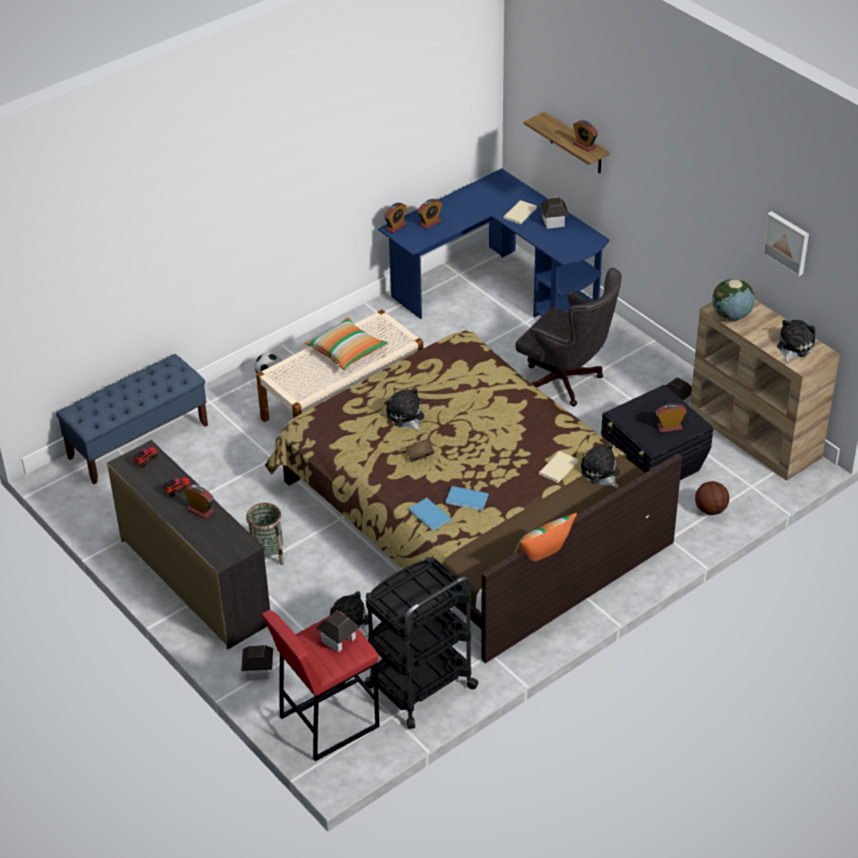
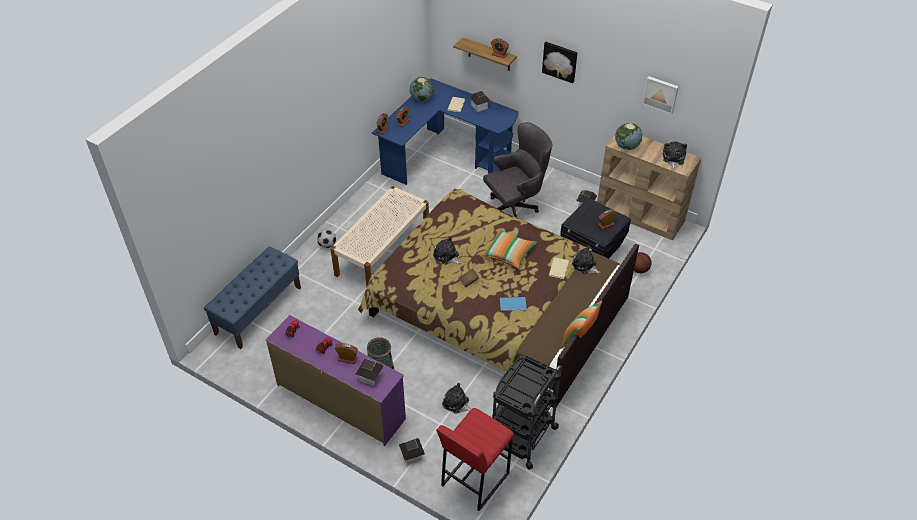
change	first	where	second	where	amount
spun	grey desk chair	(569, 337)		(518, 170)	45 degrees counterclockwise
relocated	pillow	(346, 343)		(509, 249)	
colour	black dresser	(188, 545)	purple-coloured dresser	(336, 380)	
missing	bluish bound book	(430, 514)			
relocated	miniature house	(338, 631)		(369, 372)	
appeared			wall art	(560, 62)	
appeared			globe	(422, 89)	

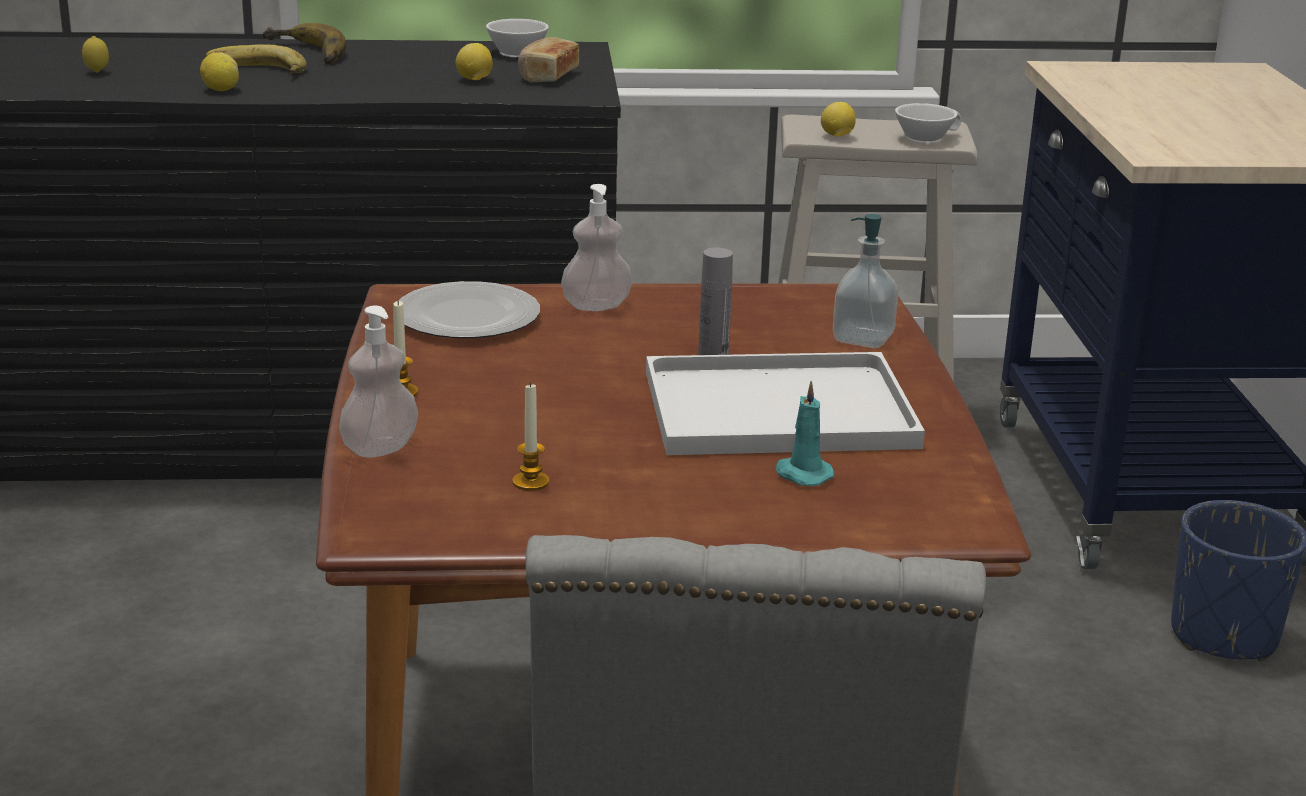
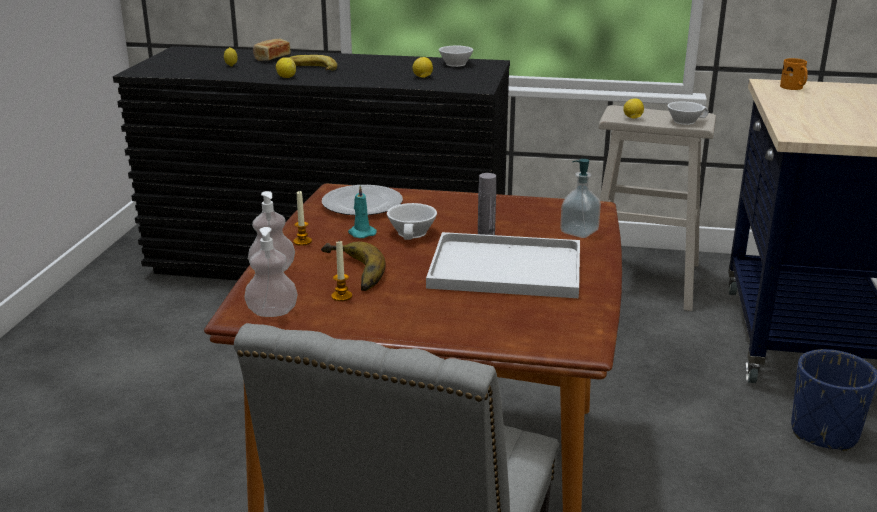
change	first	where	second	where	amount
relocated	banana fruit	(304, 43)		(353, 266)	
relocated	baked bread	(548, 60)		(272, 50)	
relocated	soap bottle	(597, 247)		(271, 272)	
relocated	turquoise wax light	(804, 433)		(362, 211)	
appeared			orange tea mug	(794, 74)	
appeared			white-coloured small cup	(412, 221)	

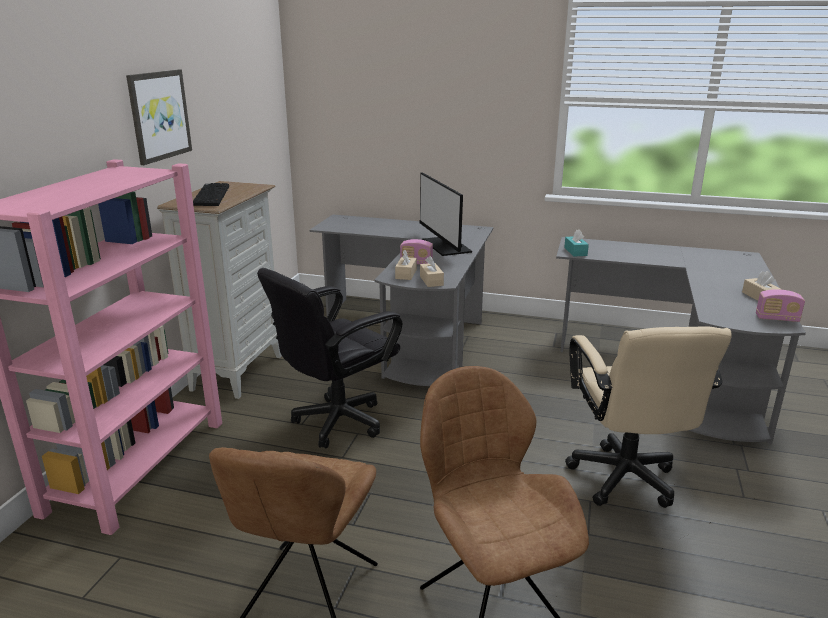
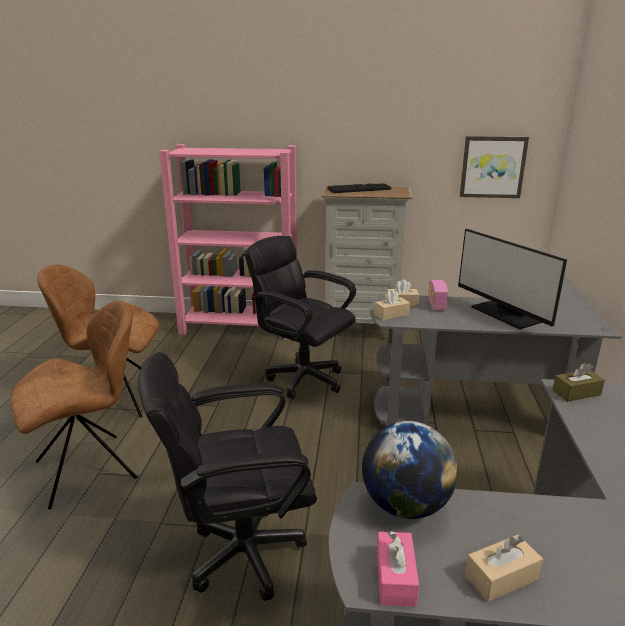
change	first	where	second	where	amount
relocated	wall art	(159, 117)		(494, 167)	
spun	monitor	(446, 214)		(512, 279)	90 degrees counterclockwise
colour	turquoise tissue box	(576, 243)	brownish tissue box	(578, 382)	
exchanged	radio receiver	(780, 305)	pink tissue box	(398, 569)	
colour	beige-coloured desk chair	(648, 417)	black desk chair	(227, 476)	
appeared			globe	(410, 470)	

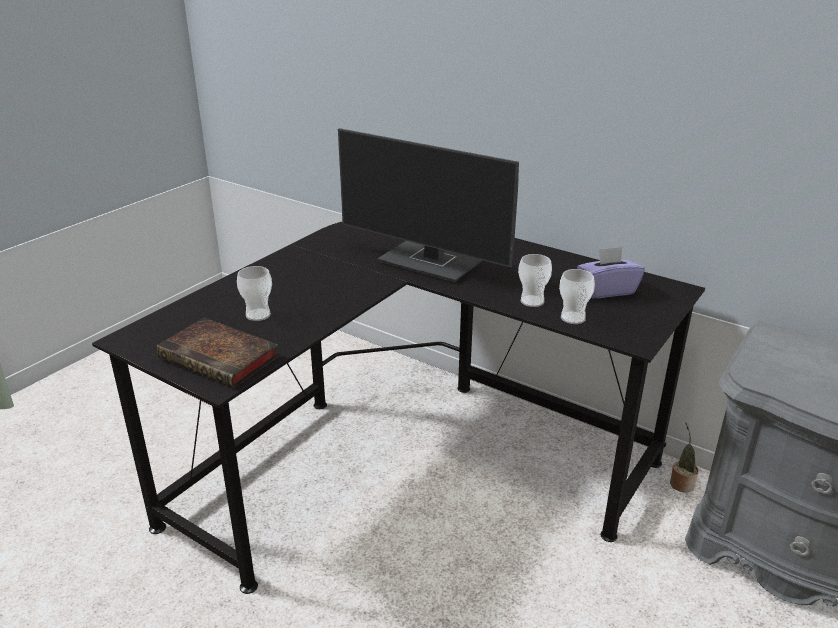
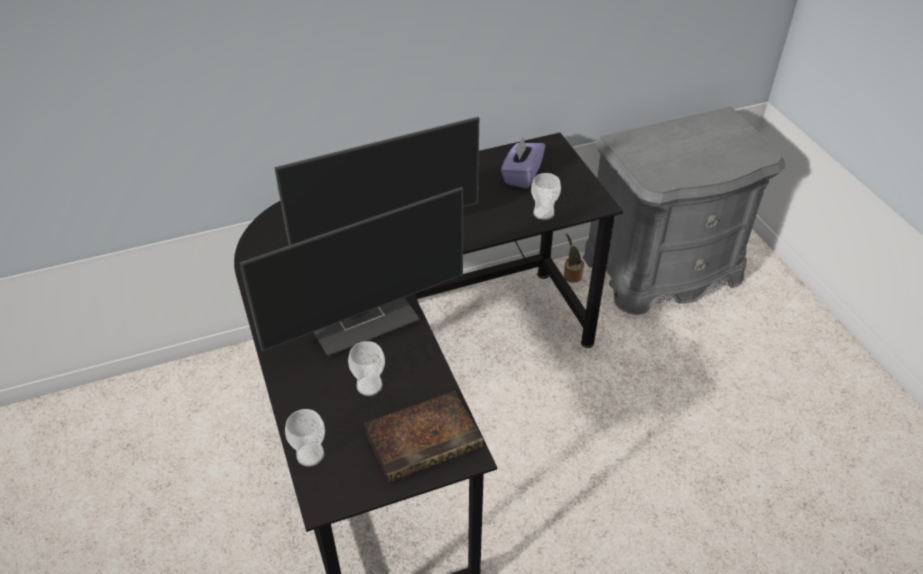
change	first	where	second	where	amount
relocated	small cup	(535, 280)		(305, 437)	
appeared			monitor	(351, 271)	

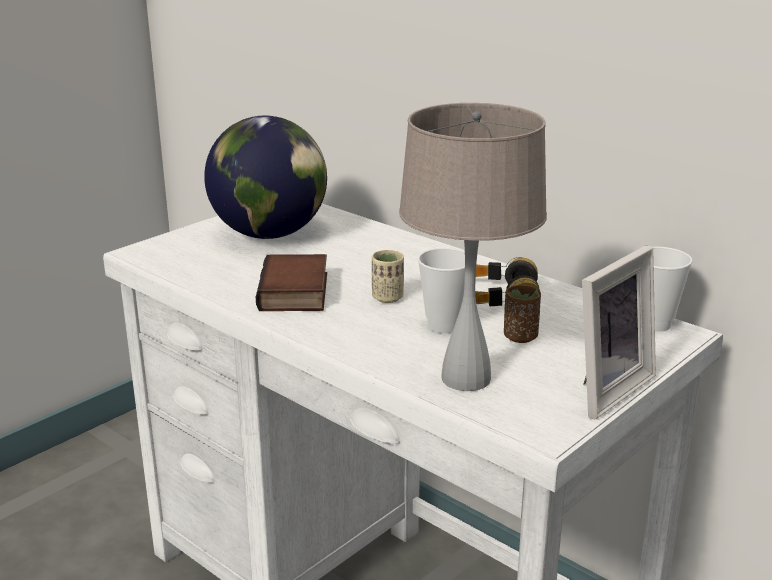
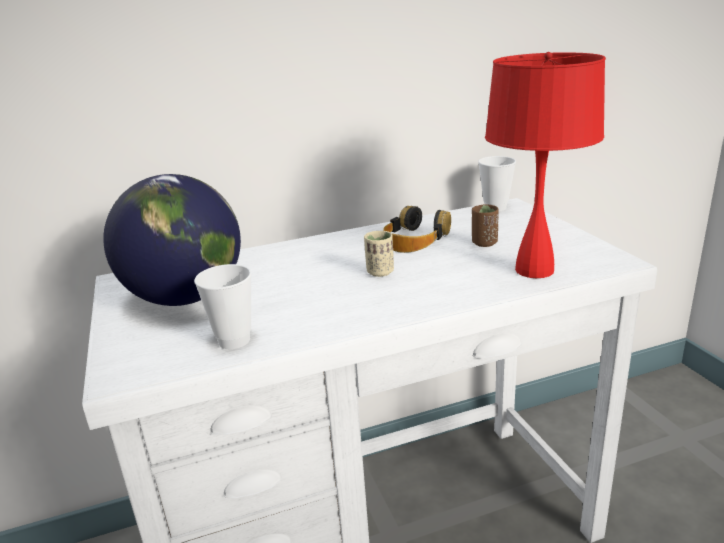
change	first	where	second	where	amount
colour	beige-coloured table lamp	(473, 247)	red-coloured table lamp	(545, 165)	
missing	picture frame	(619, 332)			
relocated	small cup	(441, 290)		(223, 306)	
missing	bound book	(291, 282)			

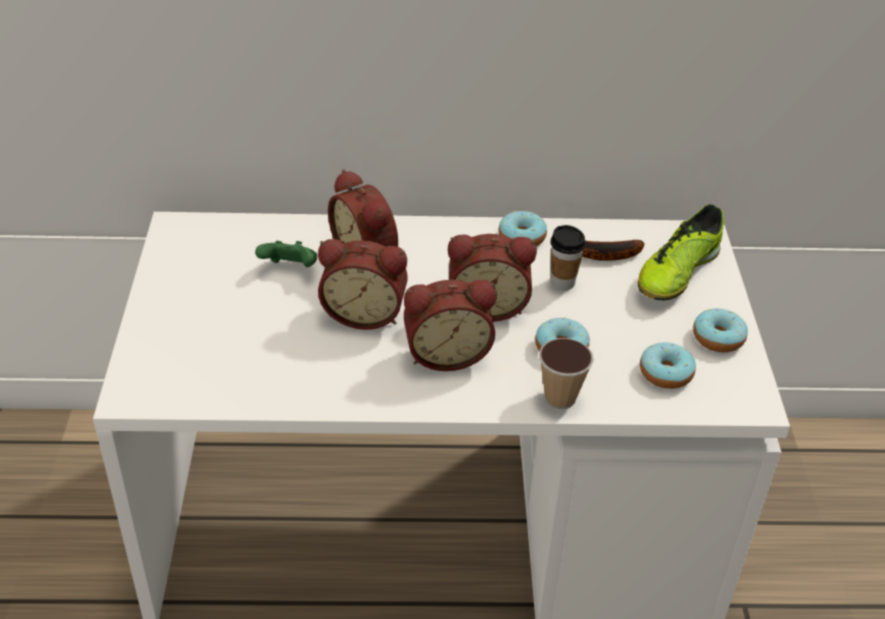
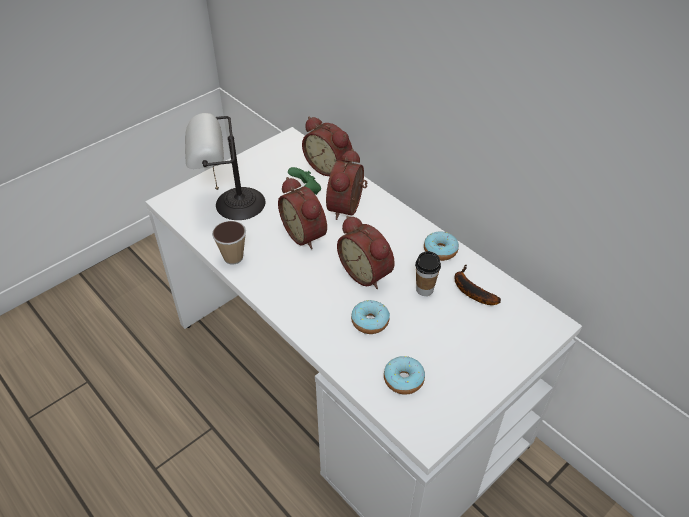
change	first	where	second	where	amount
missing	low shoe	(681, 252)			
relocated	alarm clock	(450, 325)		(327, 146)	
missing	donut	(720, 330)			
relocated	small cup	(566, 373)		(229, 243)	
appeared			table lamp	(225, 166)	

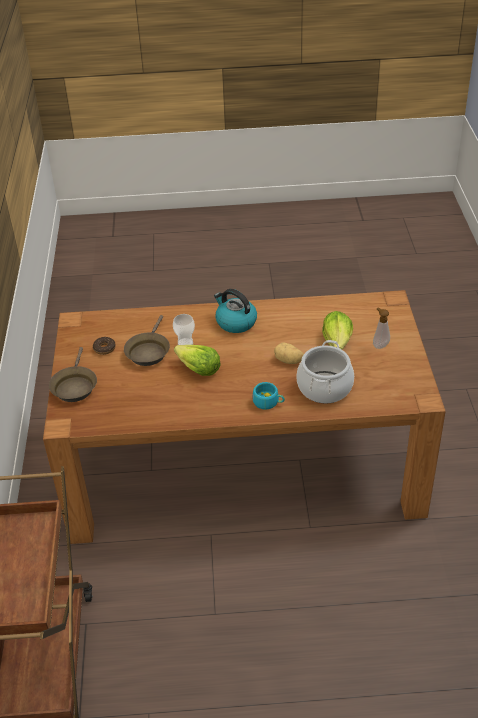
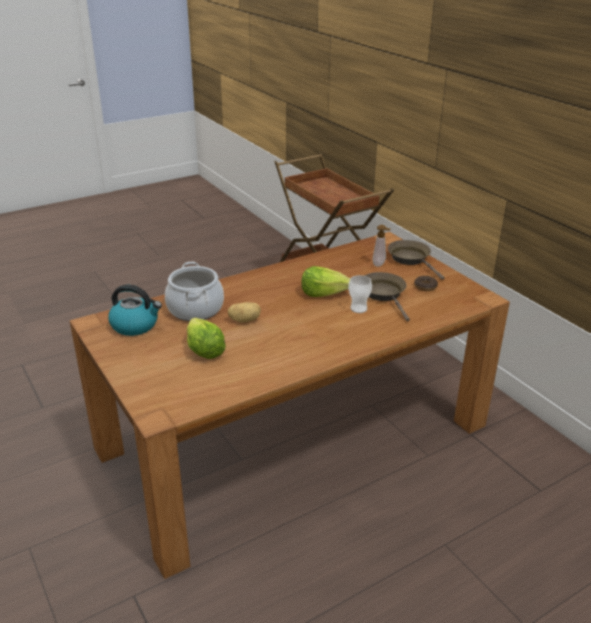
change	first	where	second	where	amount
relocated	tea kettle	(235, 311)		(135, 310)	
relocated	soap bottle	(381, 328)		(381, 246)	
missing	turquoise small cup	(268, 396)			

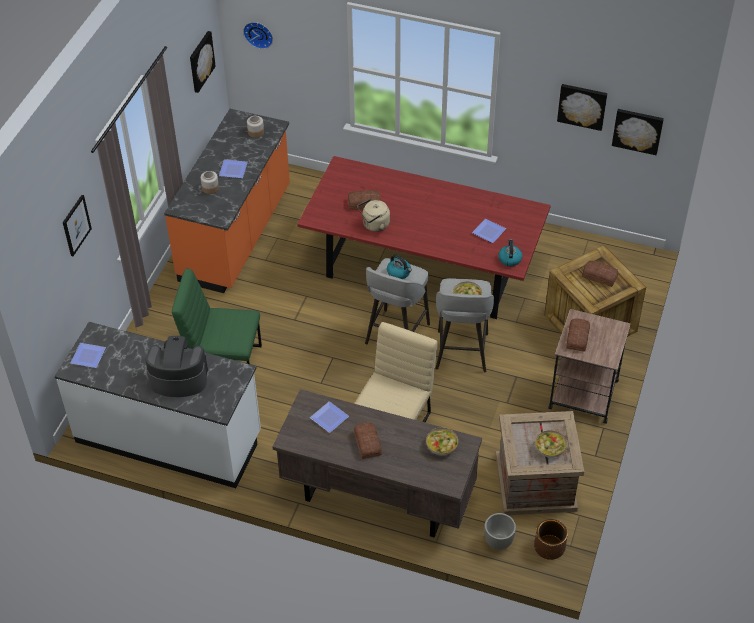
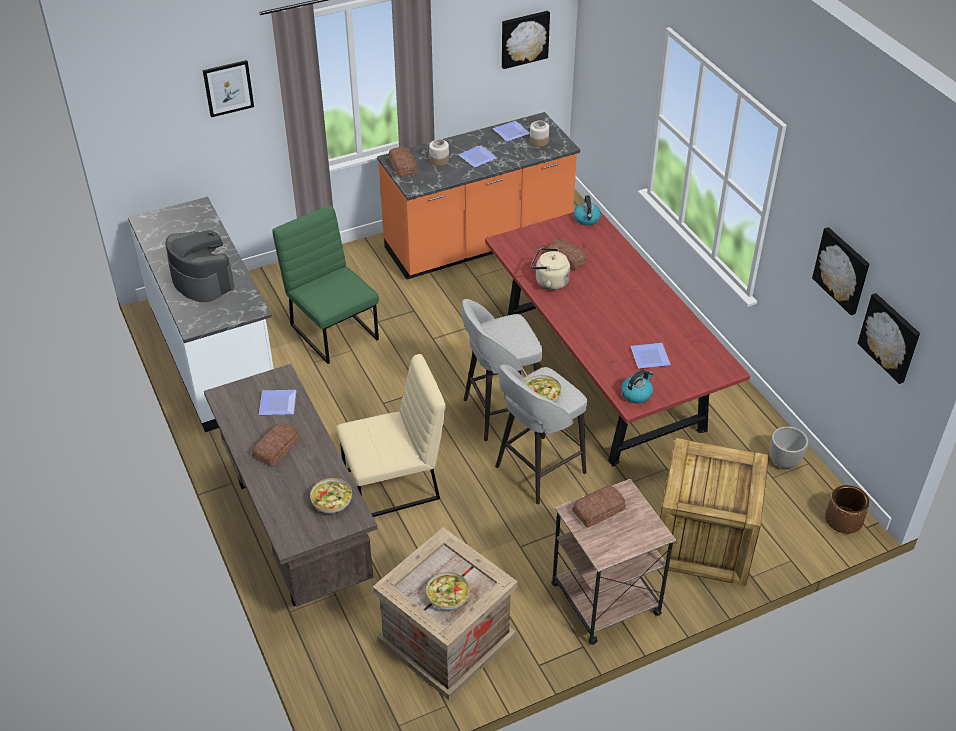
change	first	where	second	where	amount
missing	wall clock	(258, 35)			
relocated	tea kettle	(399, 267)		(587, 210)	
relocated	baked bread	(600, 274)		(403, 162)	
relocated	plate	(88, 355)		(511, 131)	
relocated	grey planter	(500, 531)		(789, 447)	
relocated	brownish planter	(551, 539)		(847, 509)	

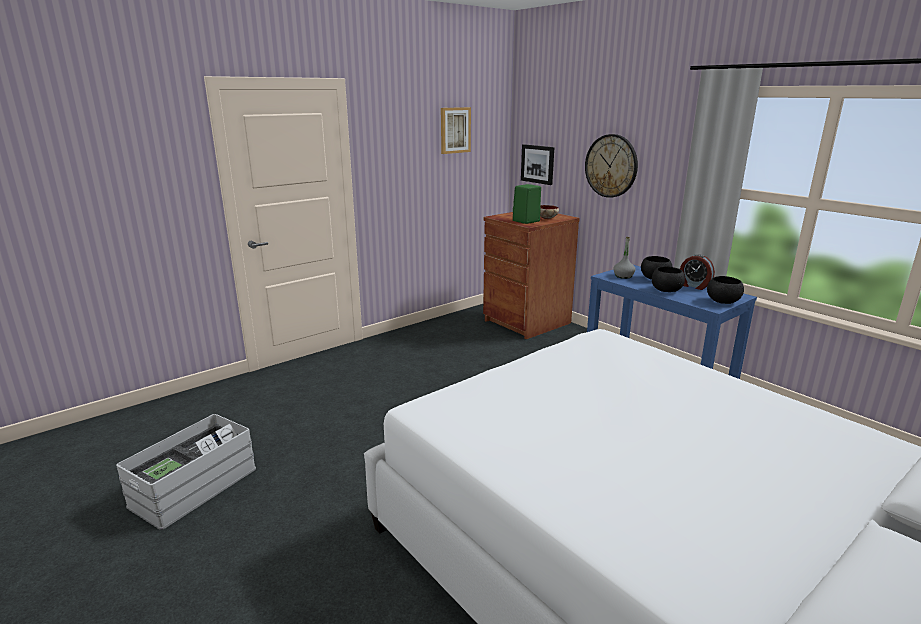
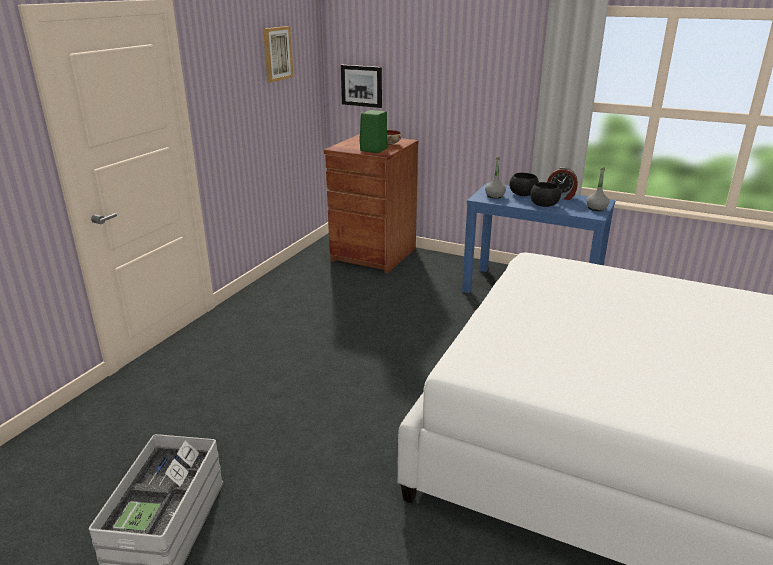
change	first	where	second	where	amount
missing	wall clock	(611, 166)			
exchanged	black bowl	(725, 290)	grey drink bottle	(597, 189)	

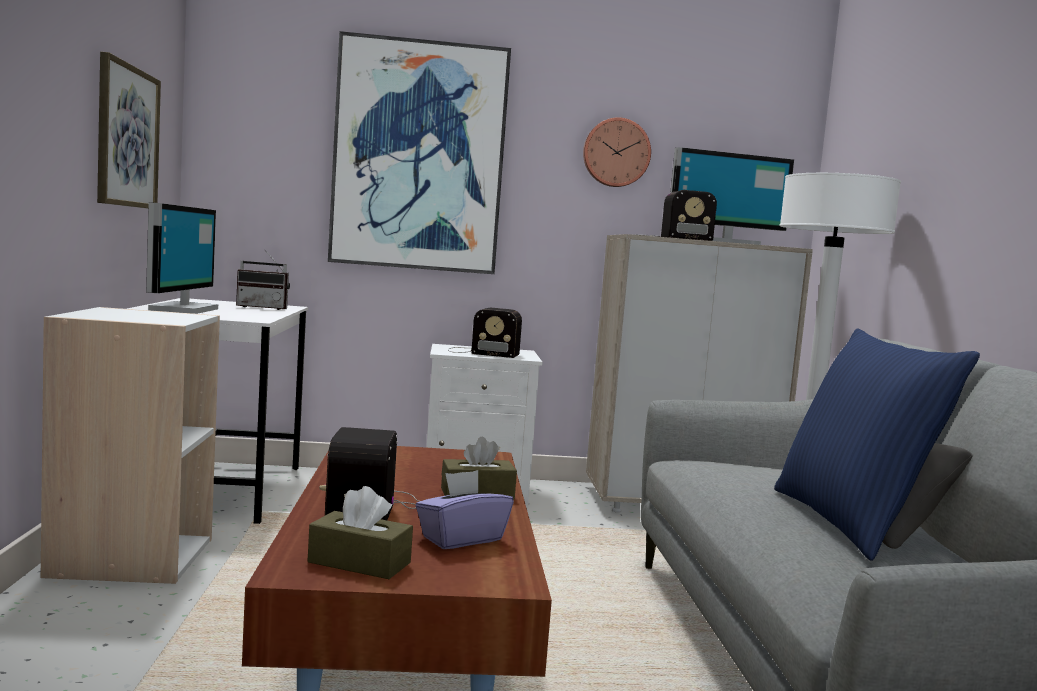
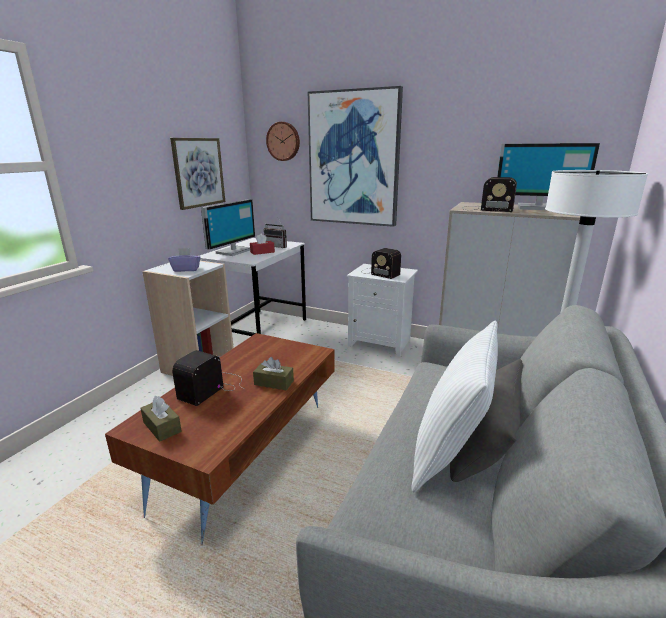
change	first	where	second	where	amount
relocated	wall clock	(617, 152)		(283, 141)	
colour	bluish pillow	(877, 444)	white-coloured pillow	(455, 406)	
relocated	purple-coloured tissue box	(465, 509)		(184, 260)	
appeared			red-coloured tissue box	(262, 244)	

